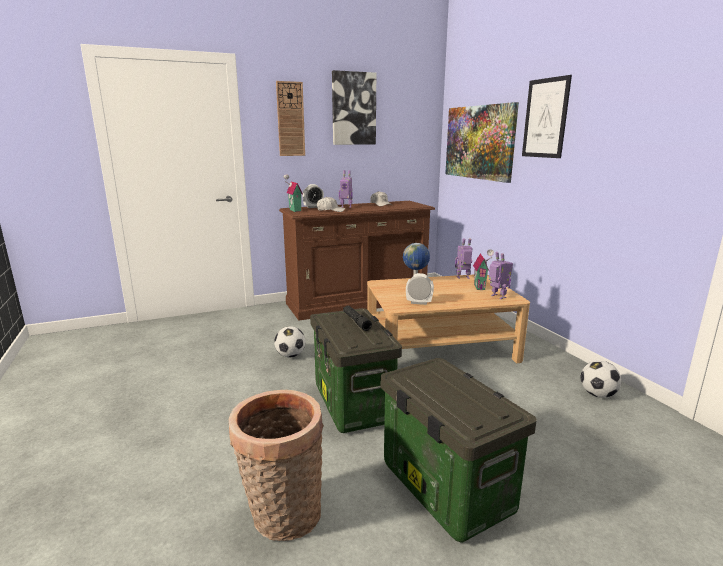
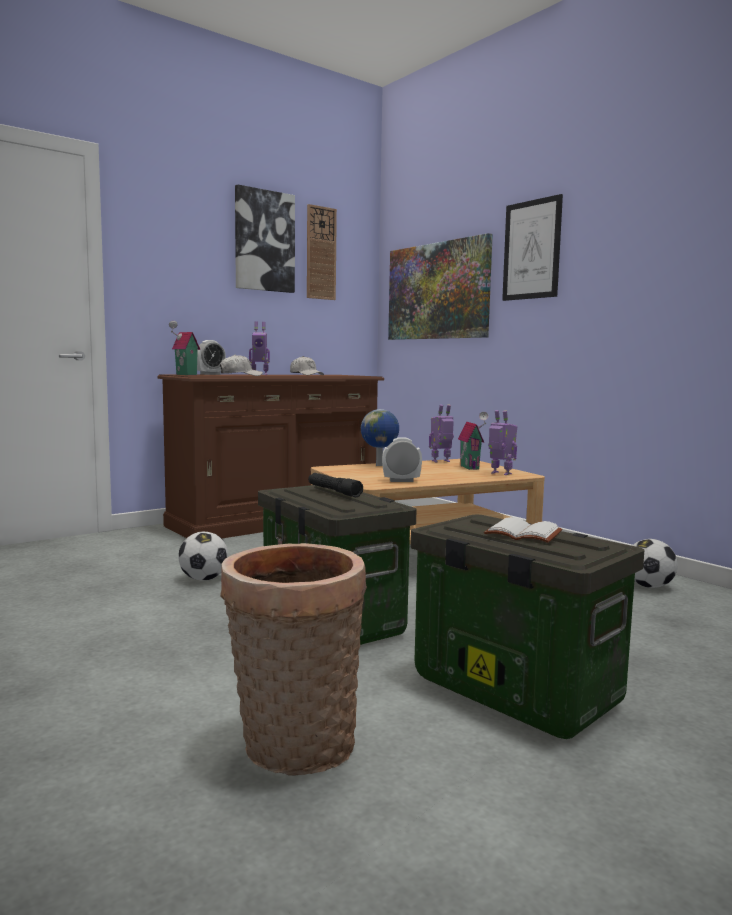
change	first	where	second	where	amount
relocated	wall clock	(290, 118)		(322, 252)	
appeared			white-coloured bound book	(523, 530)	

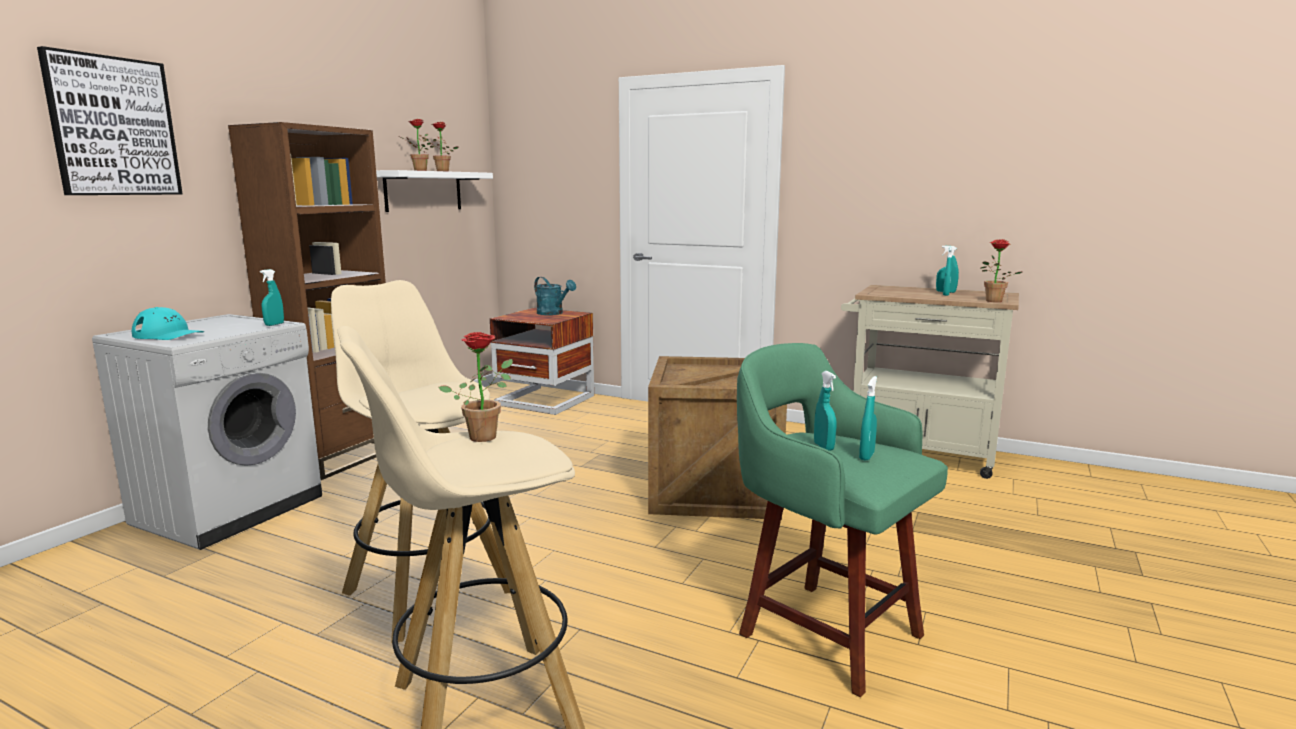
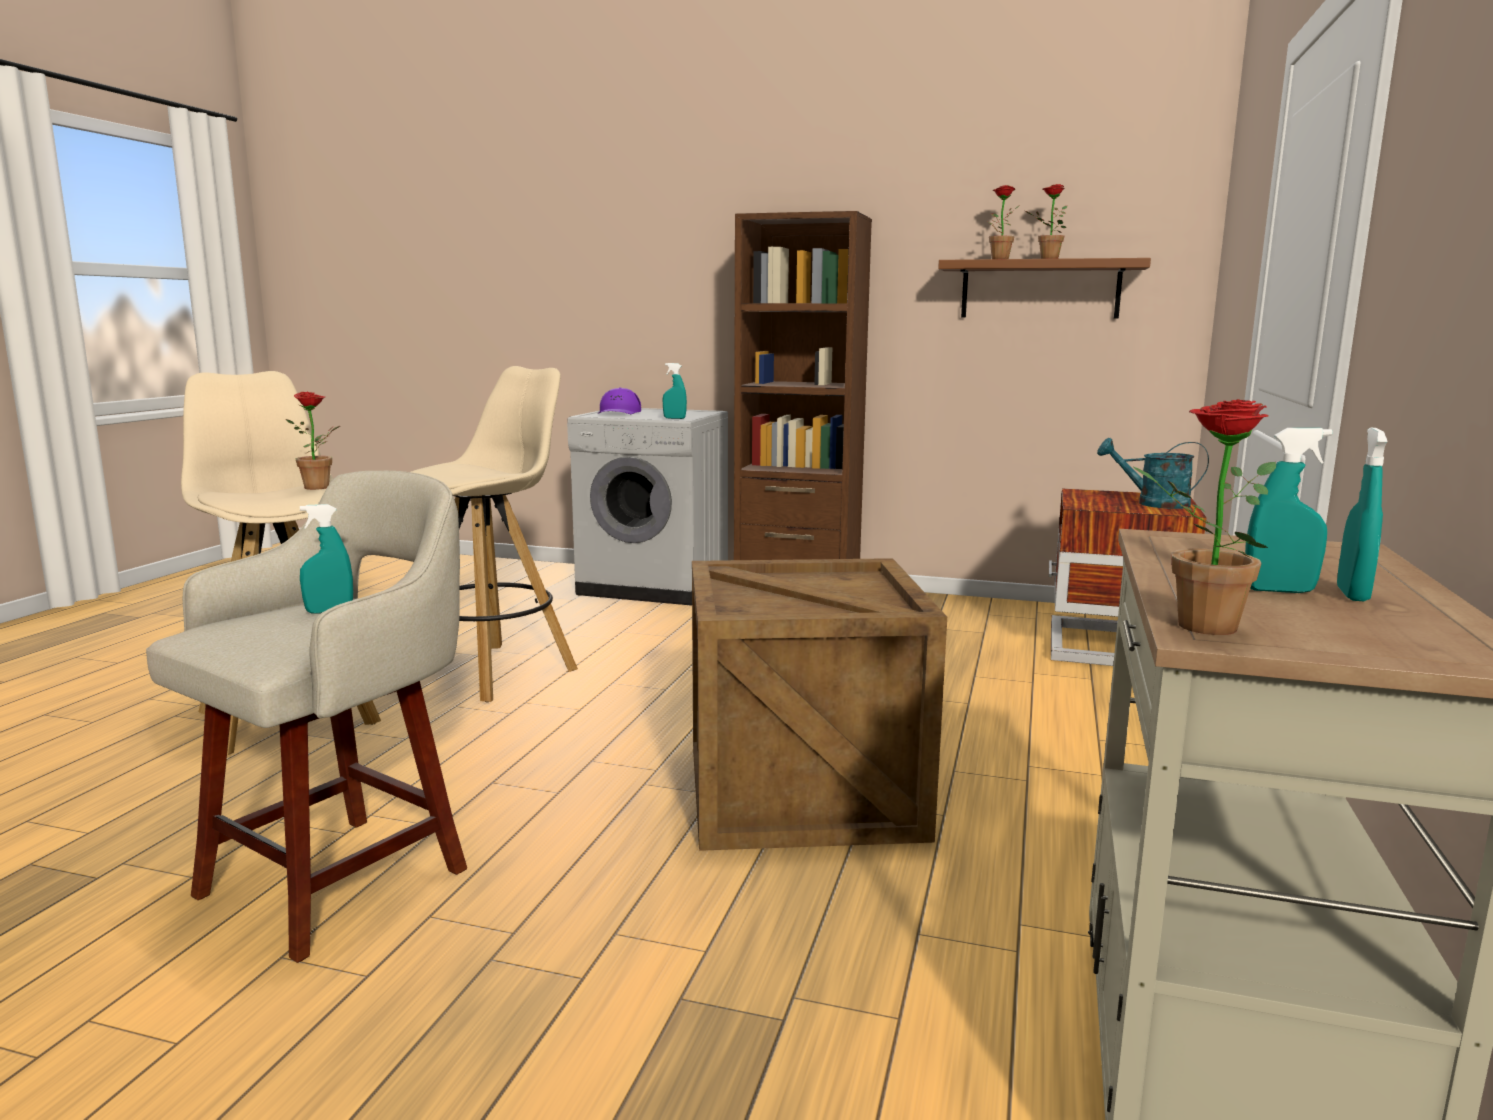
change	first	where	second	where	amount
missing	wall art	(110, 120)			
colour	white-coloured bracket shelf	(434, 191)	brownish bracket shelf	(1044, 288)	
spun	turquoise watering pot	(555, 296)		(1153, 473)	75 degrees clockwise
colour	turquoise cap	(168, 323)	purple-coloured cap	(619, 400)	
colour	greenish stool	(842, 520)	beige-coloured stool	(306, 717)	
missing	turquoise spray bottle	(868, 418)			

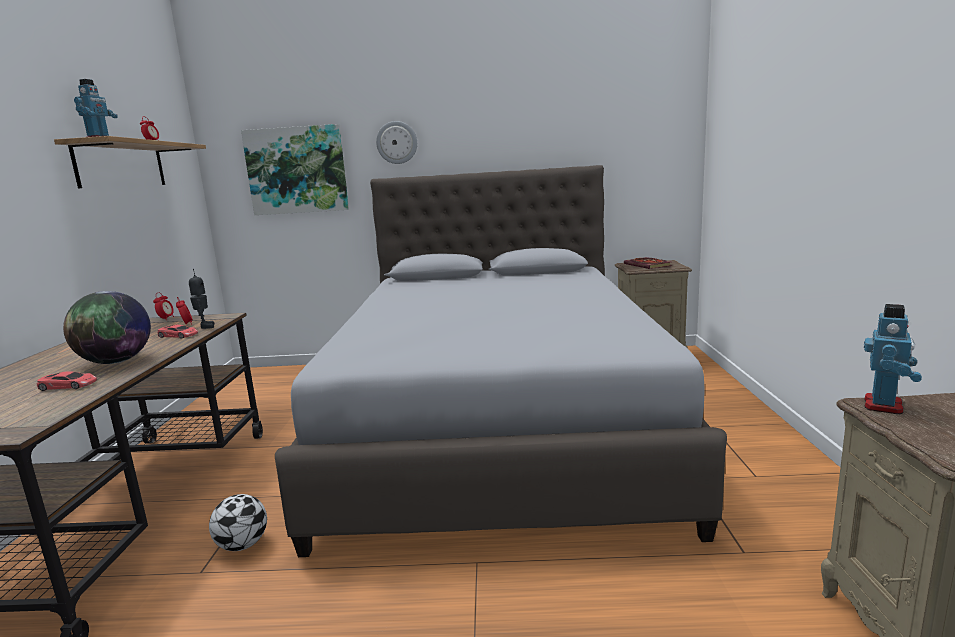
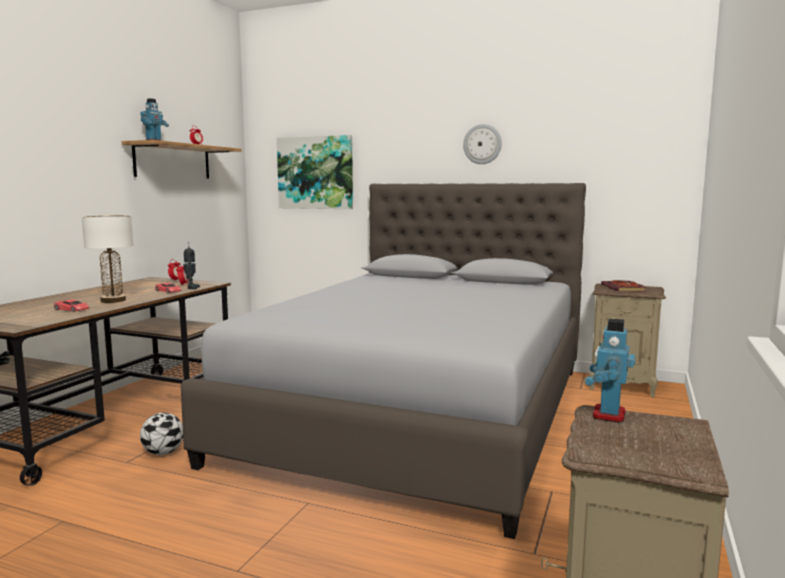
change	first	where	second	where	amount
relocated	wall clock	(396, 142)		(482, 144)	
exchanged	globe	(107, 327)	table lamp	(107, 259)	
spun	robot figure	(893, 359)		(610, 370)	150 degrees clockwise

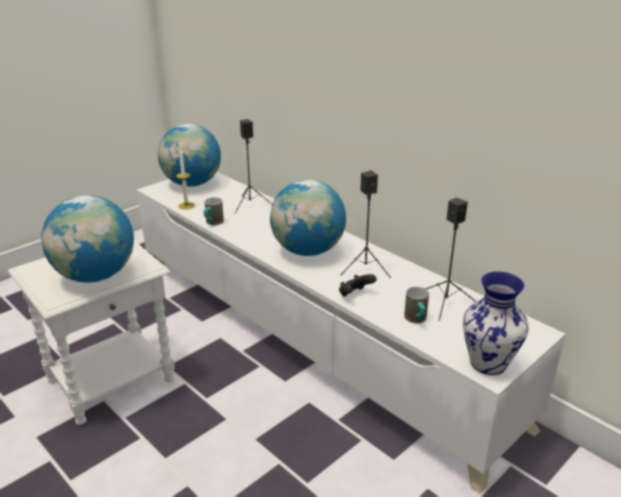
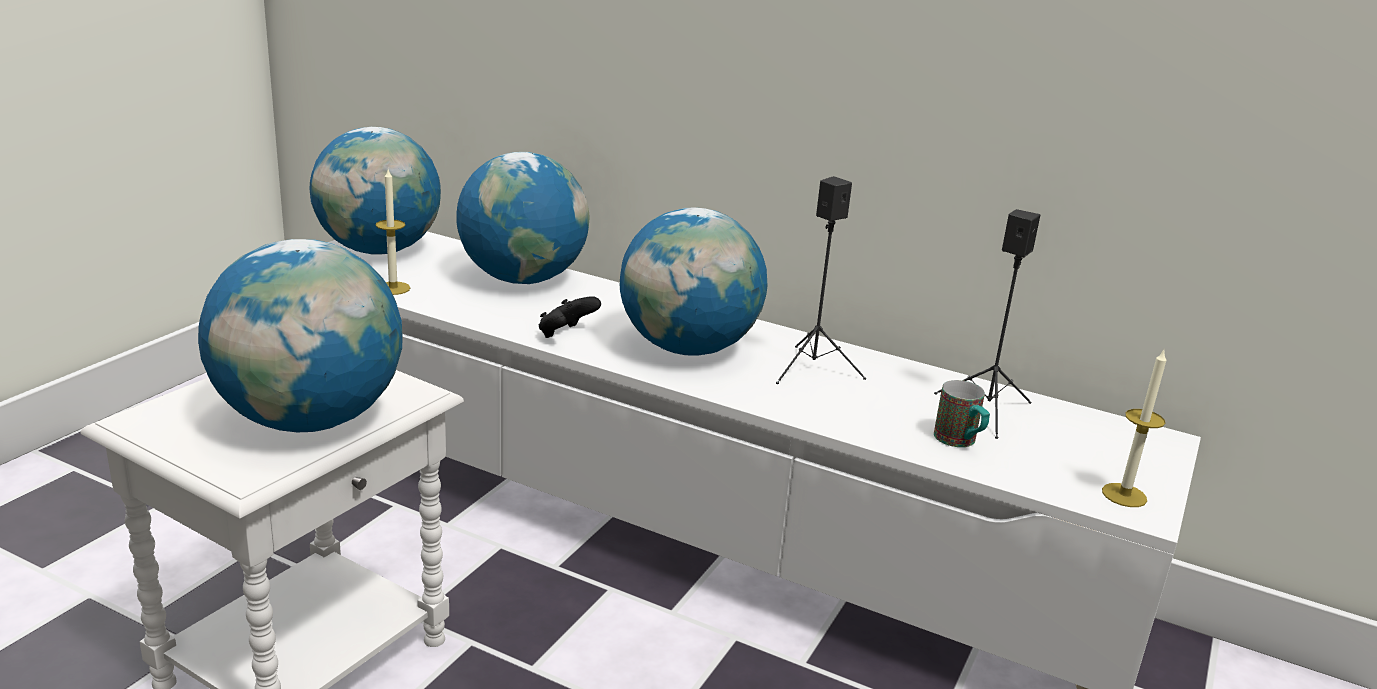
change	first	where	second	where	amount
exchanged	black audio speaker	(253, 166)	globe	(523, 218)	
missing	tea mug	(214, 211)			
exchanged	decorative vase	(495, 323)	wax light	(1134, 427)	
relocated	black joypad	(358, 285)		(570, 317)	

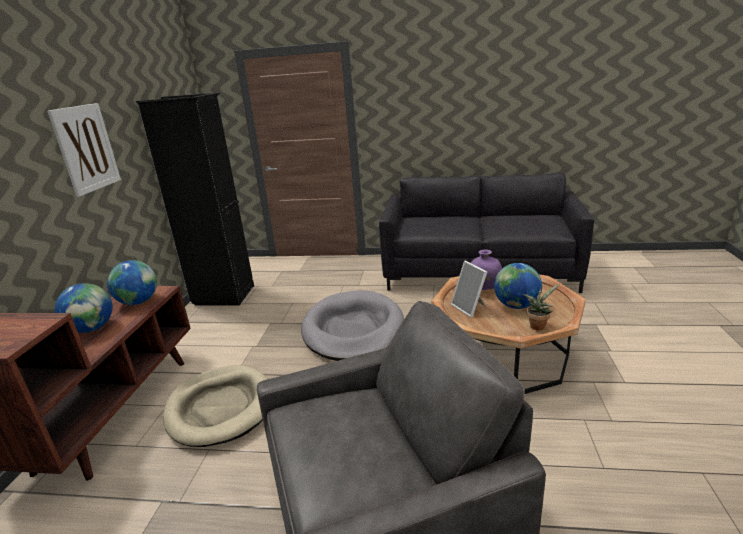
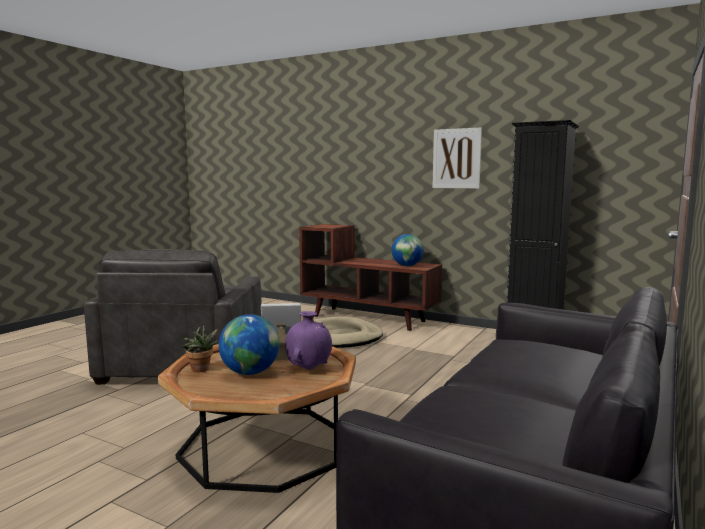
change	first	where	second	where	amount
missing	globe	(83, 308)			
missing	grey dog bed	(352, 325)			

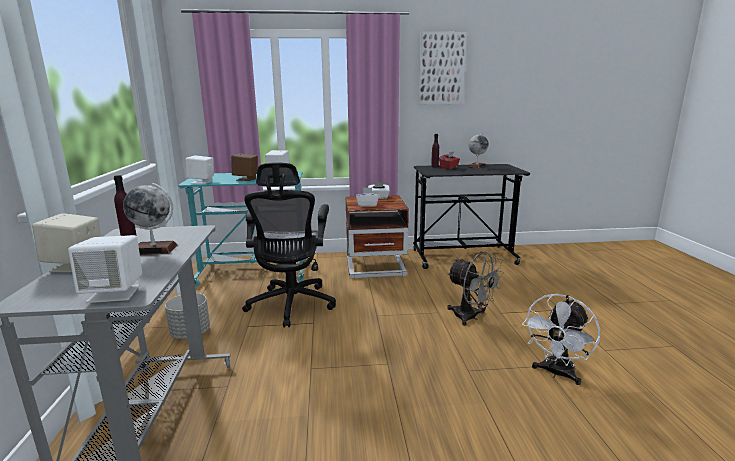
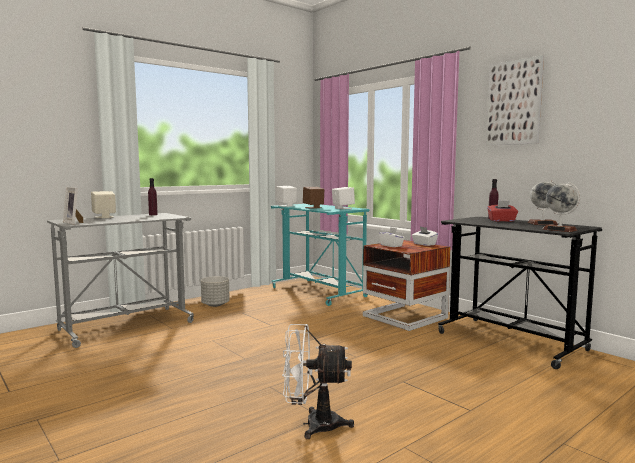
change	first	where	second	where	amount
missing	desk chair	(289, 244)			
relocated	globe	(150, 219)		(561, 207)	
exchanged	white-coloured audio speaker	(105, 269)	picture frame	(73, 206)	
missing	grey cooling fan	(475, 289)			

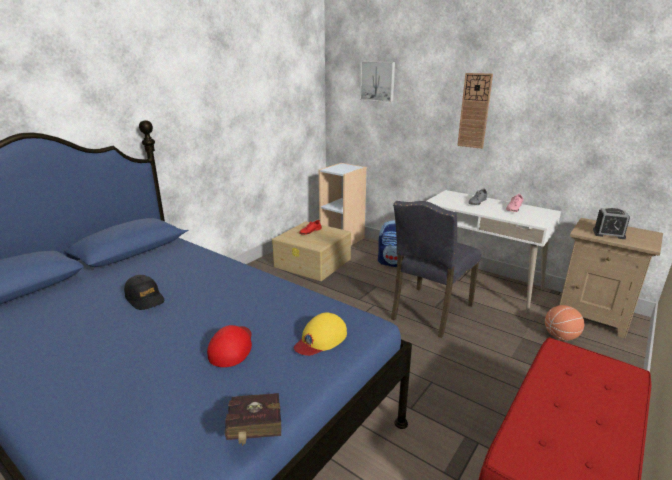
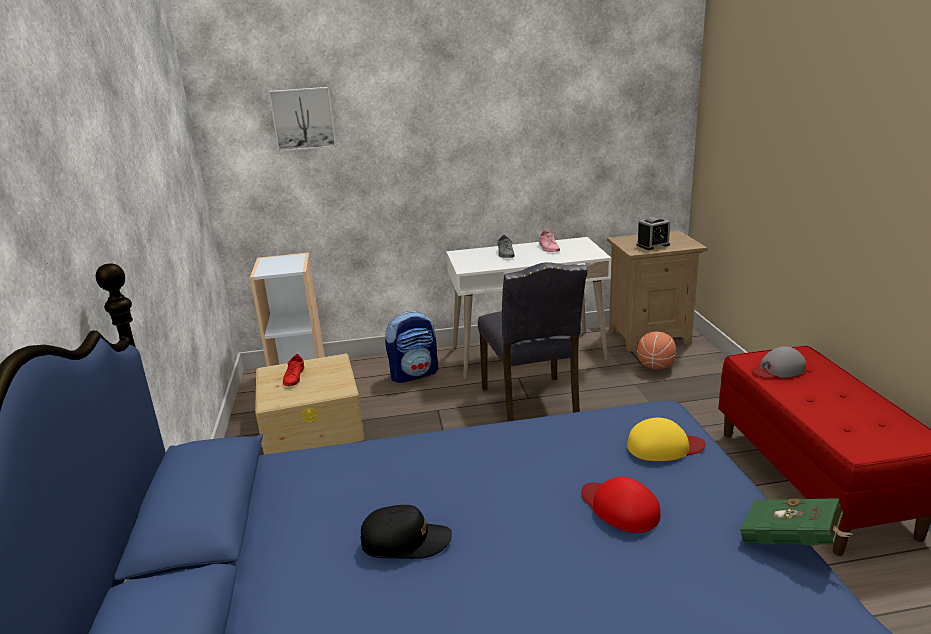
change	first	where	second	where	amount
missing	wall clock	(475, 111)			
spun	yellow cap	(320, 334)		(666, 439)	90 degrees counterclockwise
colour	red-coloured bound book	(253, 419)	greenish bound book	(797, 521)	
appeared			grey cap	(778, 362)	

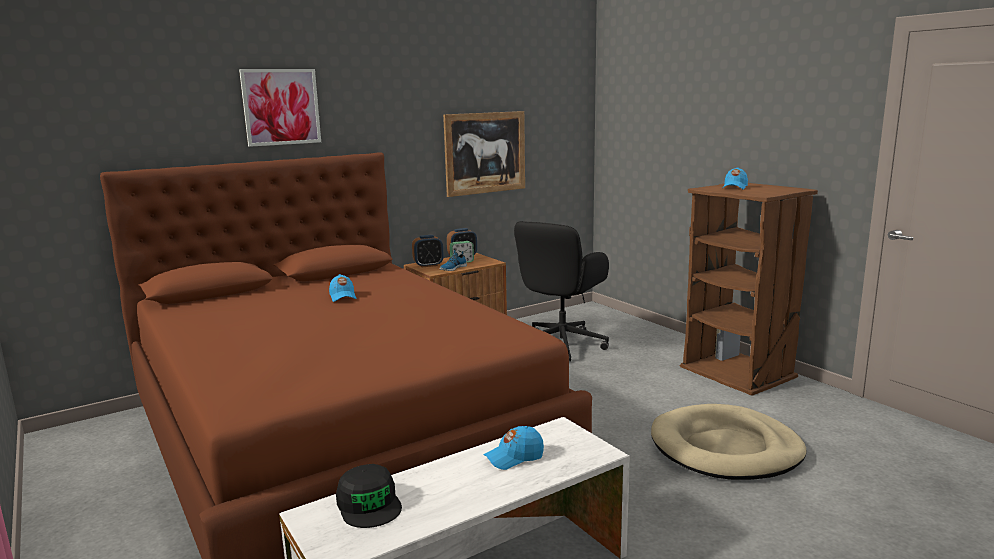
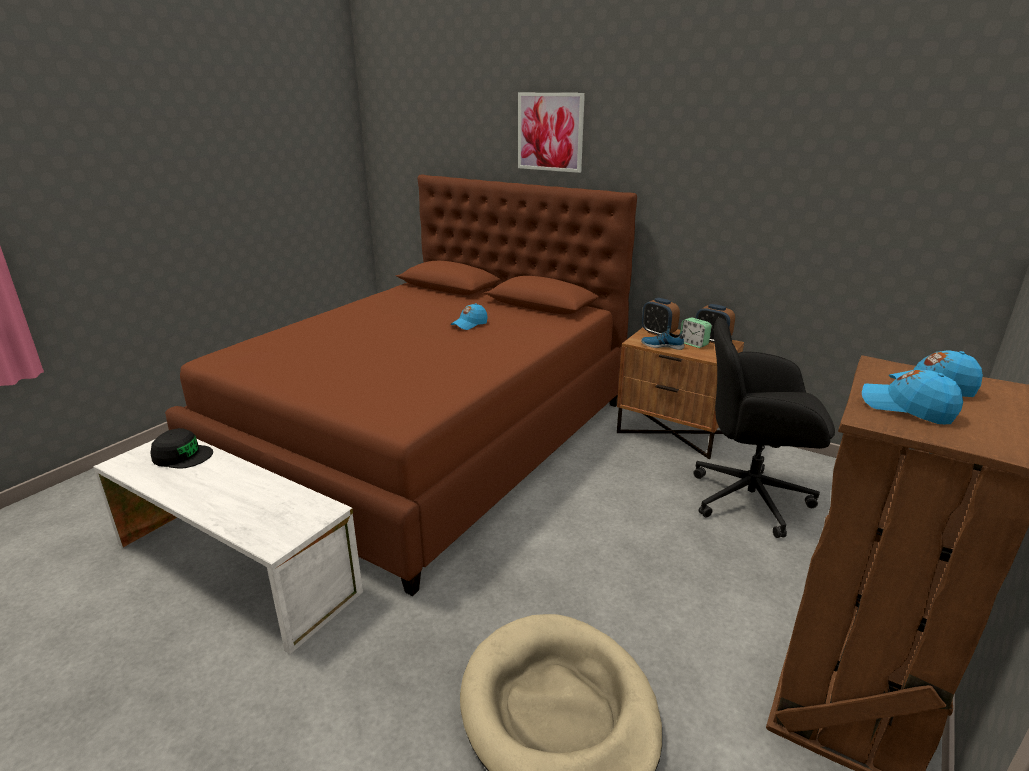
change	first	where	second	where	amount
missing	wall art	(484, 154)			
relocated	bluish cap	(513, 448)		(912, 397)	
spun	black cap	(369, 496)		(181, 448)	120 degrees counterclockwise

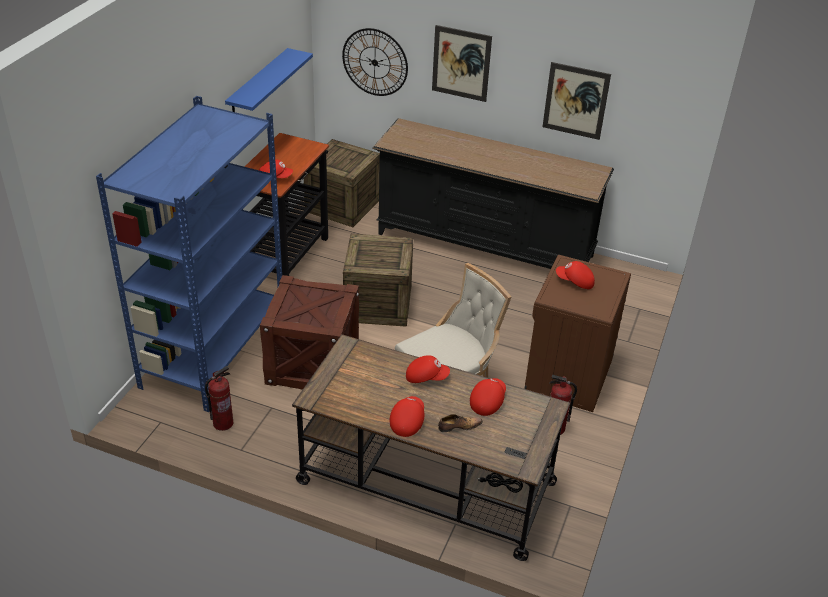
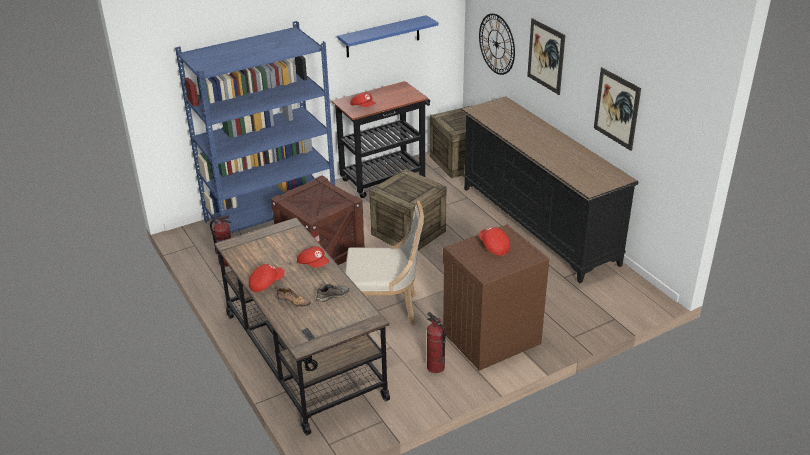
change	first	where	second	where	amount
exchanged	red-coloured cap	(488, 397)	grey low shoe	(333, 293)	

